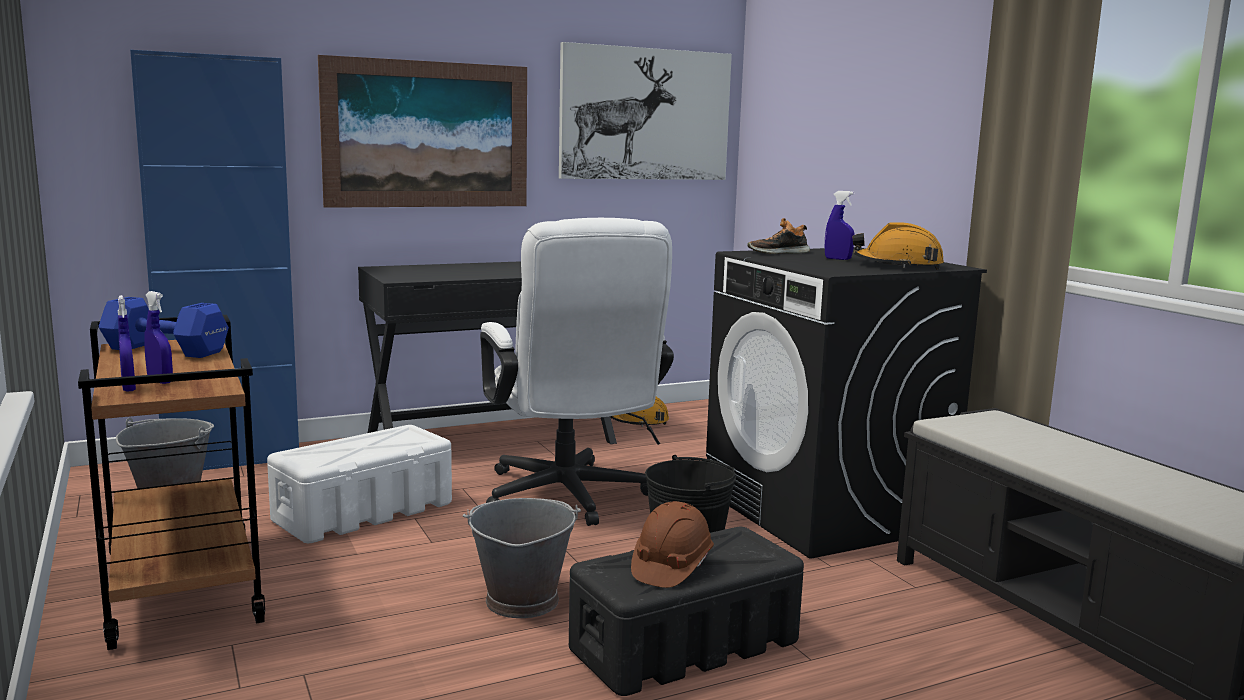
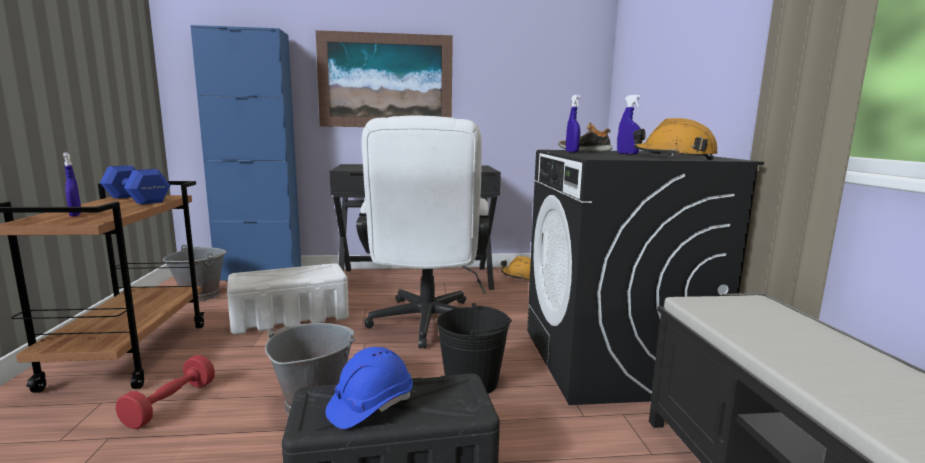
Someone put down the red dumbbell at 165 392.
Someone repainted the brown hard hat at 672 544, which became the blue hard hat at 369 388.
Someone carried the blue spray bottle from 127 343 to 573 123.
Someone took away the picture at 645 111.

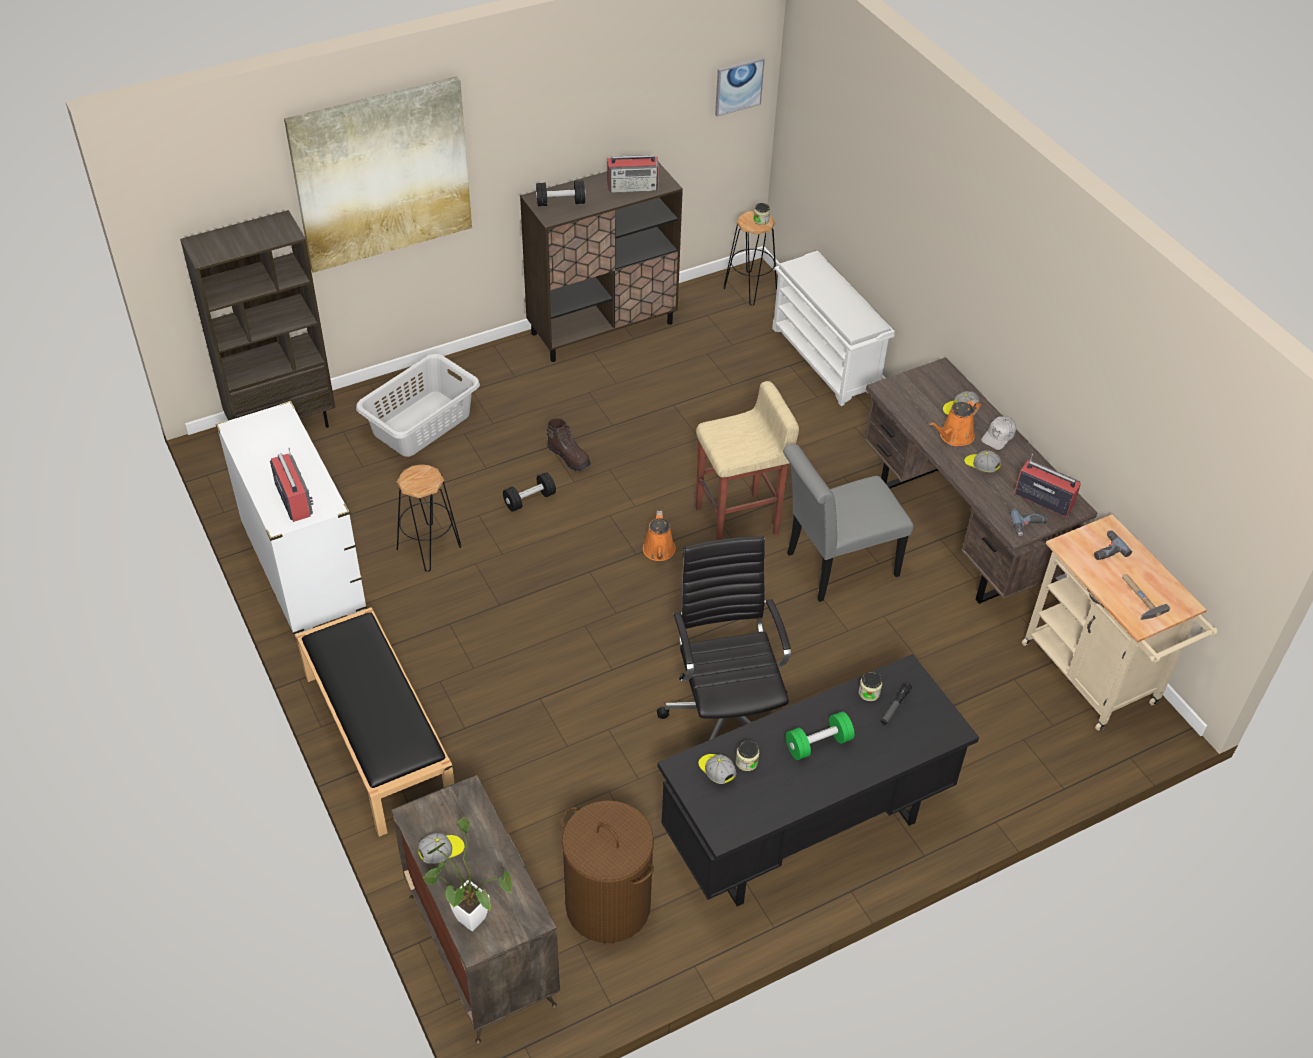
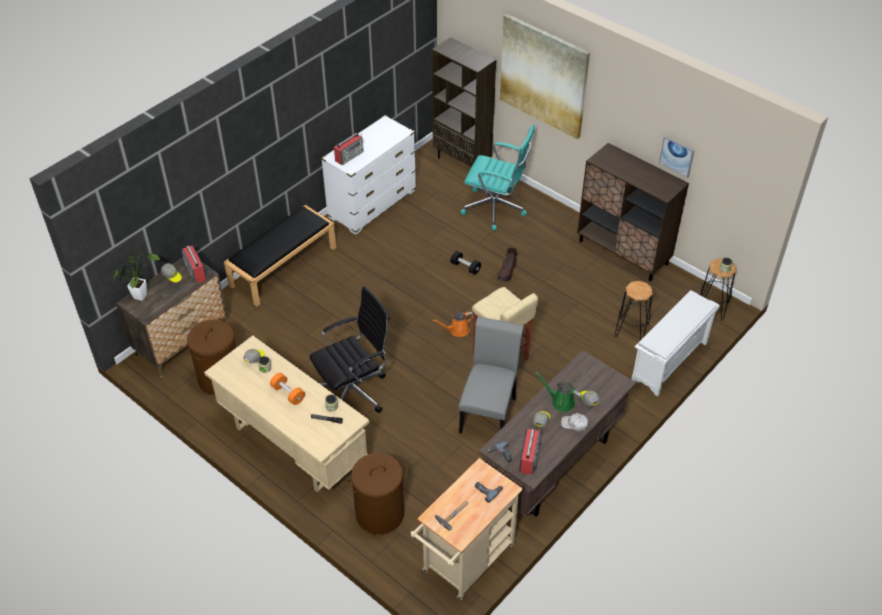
Someone carried the radio from 633 174 to 194 265.
Someone repainted the black desk at 818 780, which became the beige desk at 286 414.
Someone repainted the green dumbbell at 820 735, which became the orange dumbbell at 287 389.
Someone put down the brown laundry basket at 377 493.
Someone rotated the grey chair at 848 523 by 60 degrees clockwise.
Someone swapped the grey laundry basket at 418 405 for the turquoise office chair at 497 177.
Someone repainted the orange watering can at 955 422, which became the green watering can at 559 392.
Someone carried the black stool from 429 518 to 634 310.
Someone carried the picture from 740 86 to 676 157.
Someone took away the black dumbbell at 561 193.

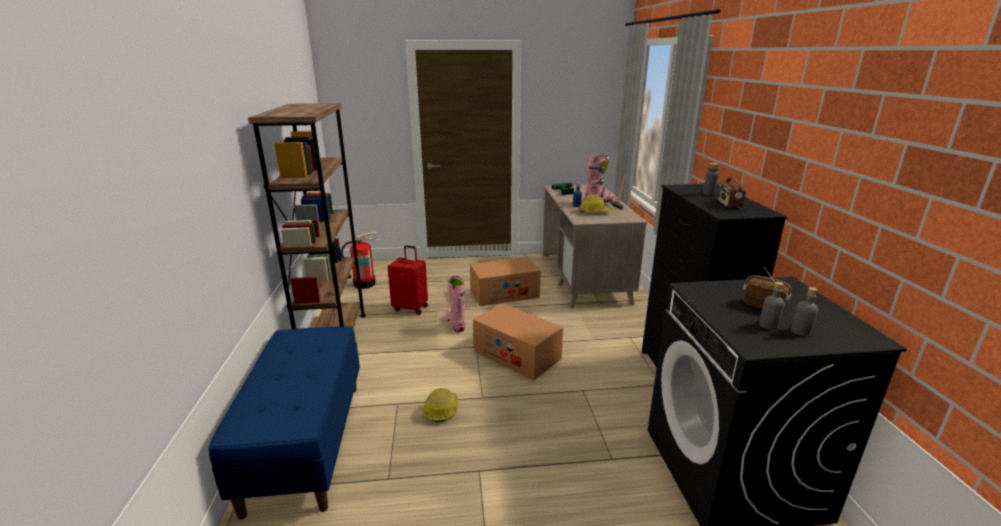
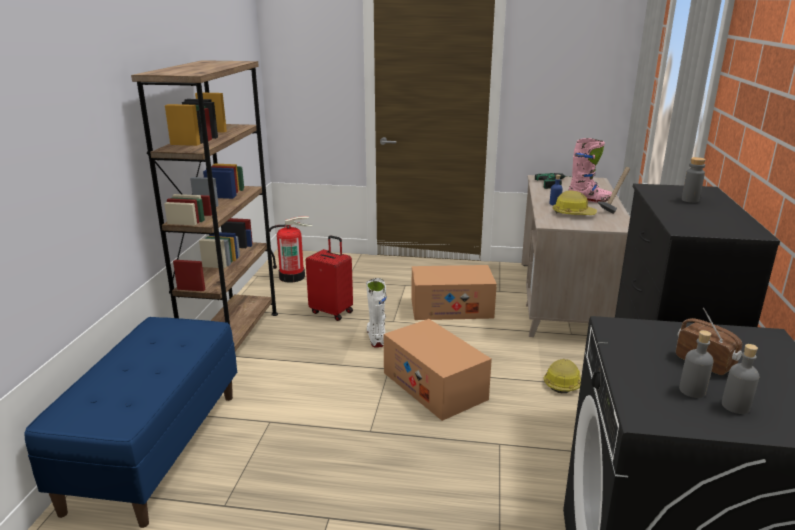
Someone repainted the pink boot at 456 304, which became the white boot at 376 313.
Someone carried the hard hat from 440 405 to 562 376.
Someone took away the radio at 732 189.

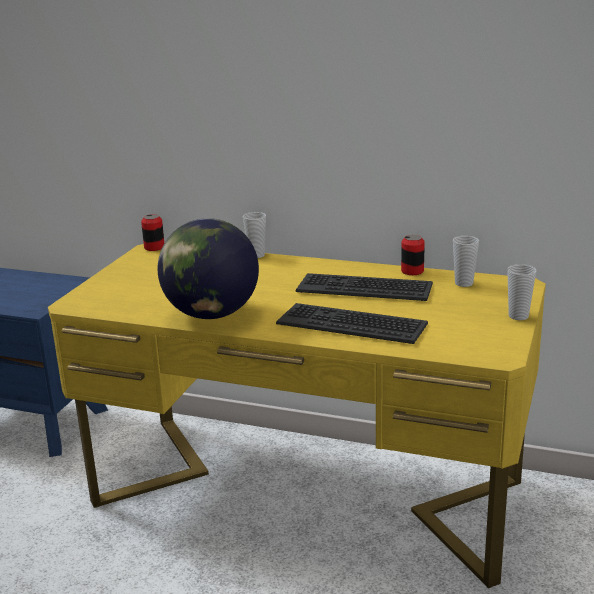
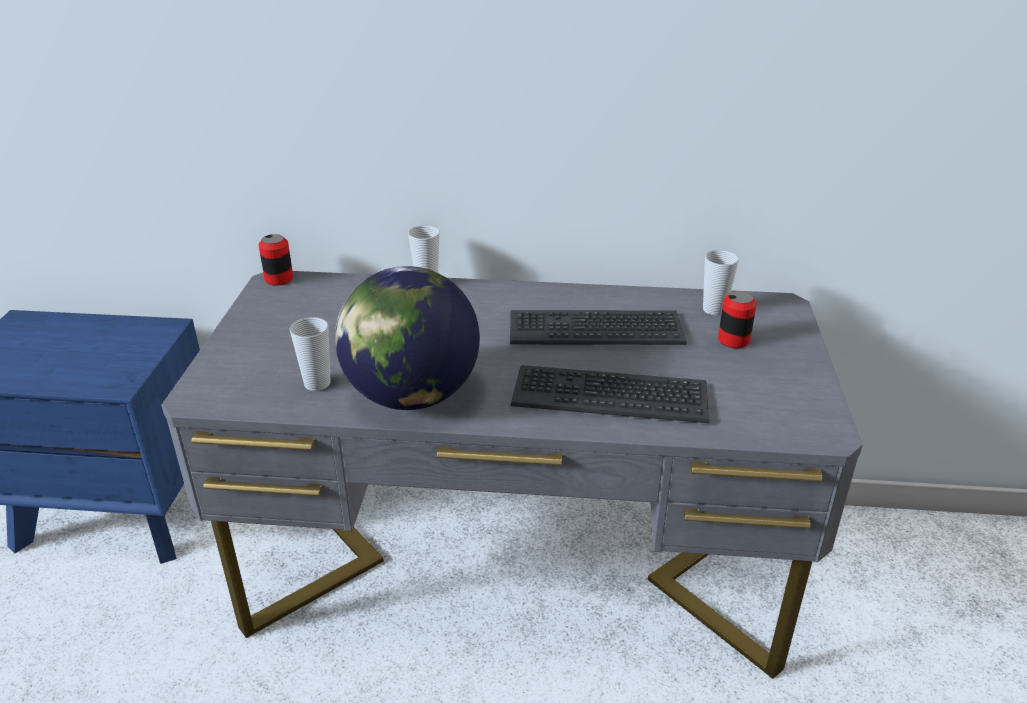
Someone repainted the yellow desk at 297 416, which became the grey desk at 512 475.
Someone carried the cup from 521 292 to 310 354.
Someone carried the can from 413 255 to 737 319.

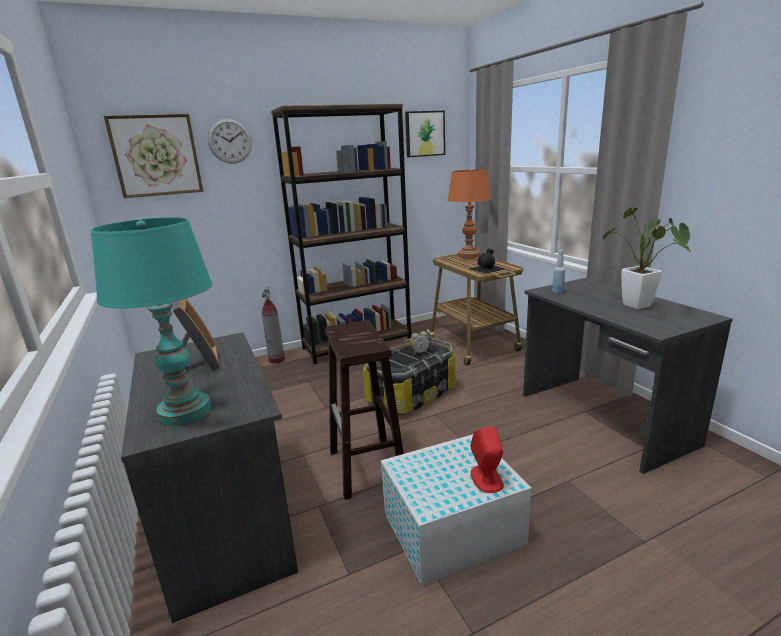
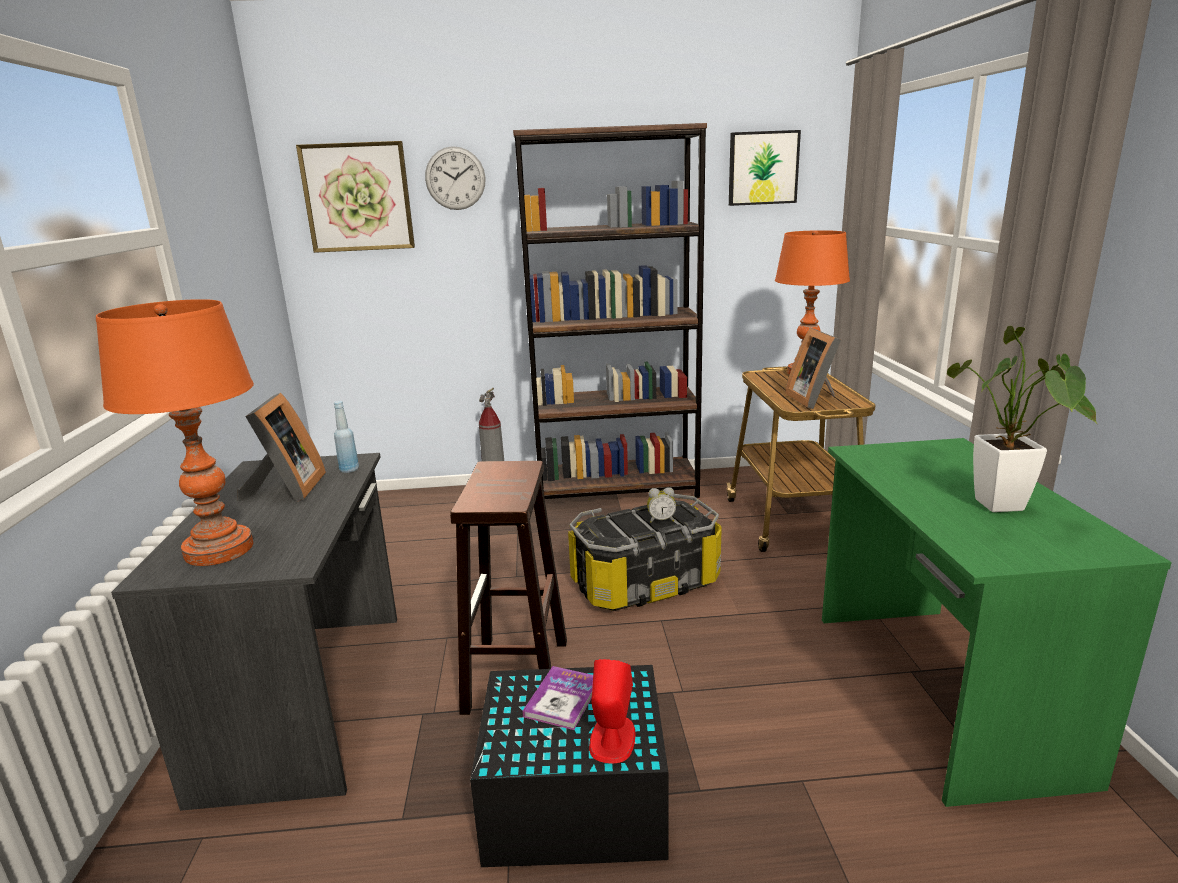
Someone repainted the turquoise table lamp at 151 321, which became the orange table lamp at 175 432.
Someone carried the blue bottle from 558 272 to 346 437.
Someone repainted the white storage box at 456 509, which became the black storage box at 569 766.
Someone put down the book at 557 698.
Someone swapped the black bottle at 487 261 for the picture frame at 813 368.
Someone repainted the grey desk at 628 376, which became the green desk at 997 622.

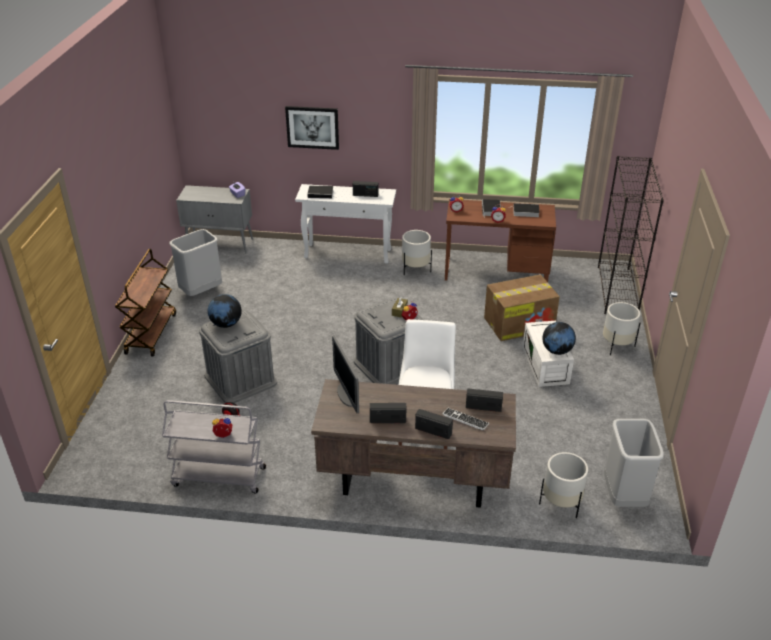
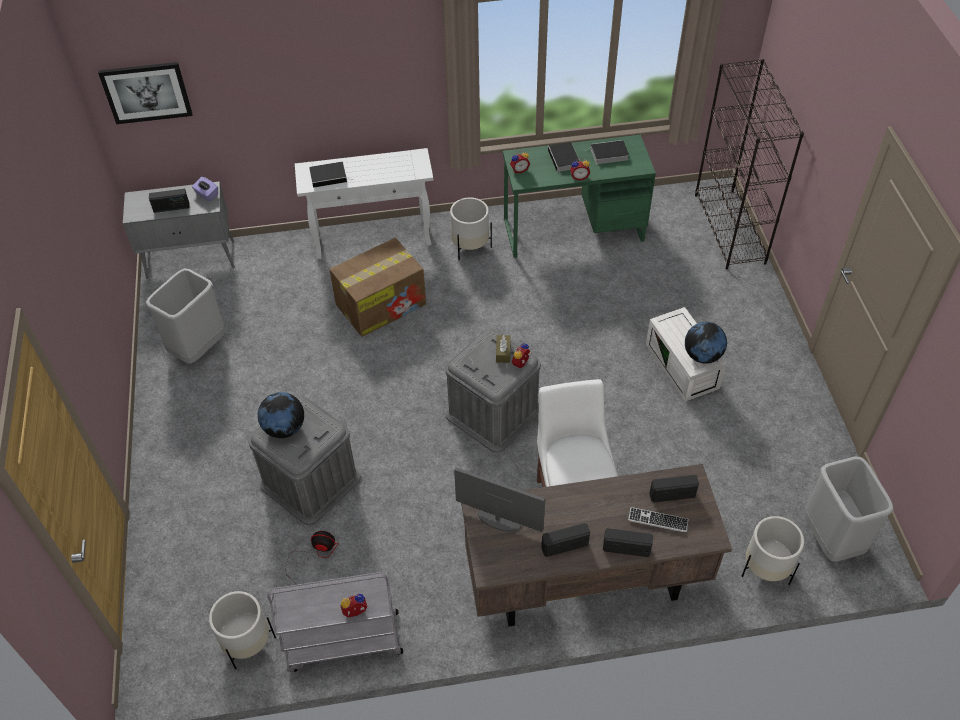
Someone carried the picture from 312 128 to 145 93.
Someone carried the radio from 365 189 to 169 201.
Someone carried the white planter from 621 328 to 242 630.
Someone carried the cardboard box from 522 307 to 377 287.
Someone rotated the monitor at 345 374 by 150 degrees clockwise.
Someone repainted the brown desk at 500 240, which became the green desk at 579 196.
Someone took away the brown cart at 145 303.

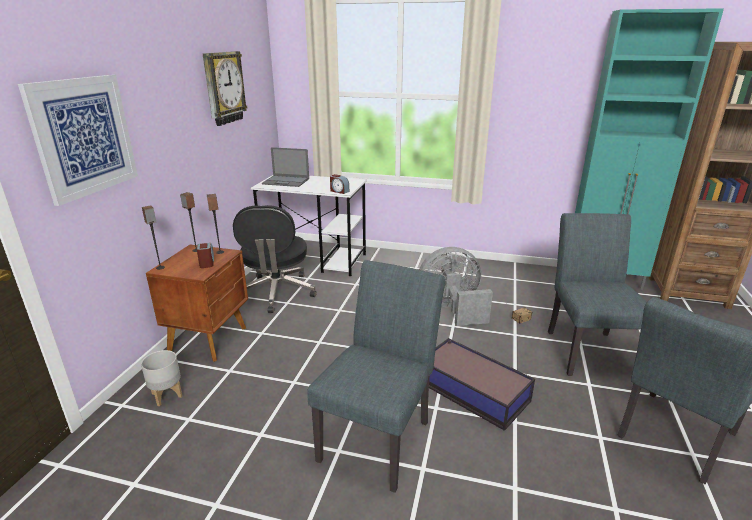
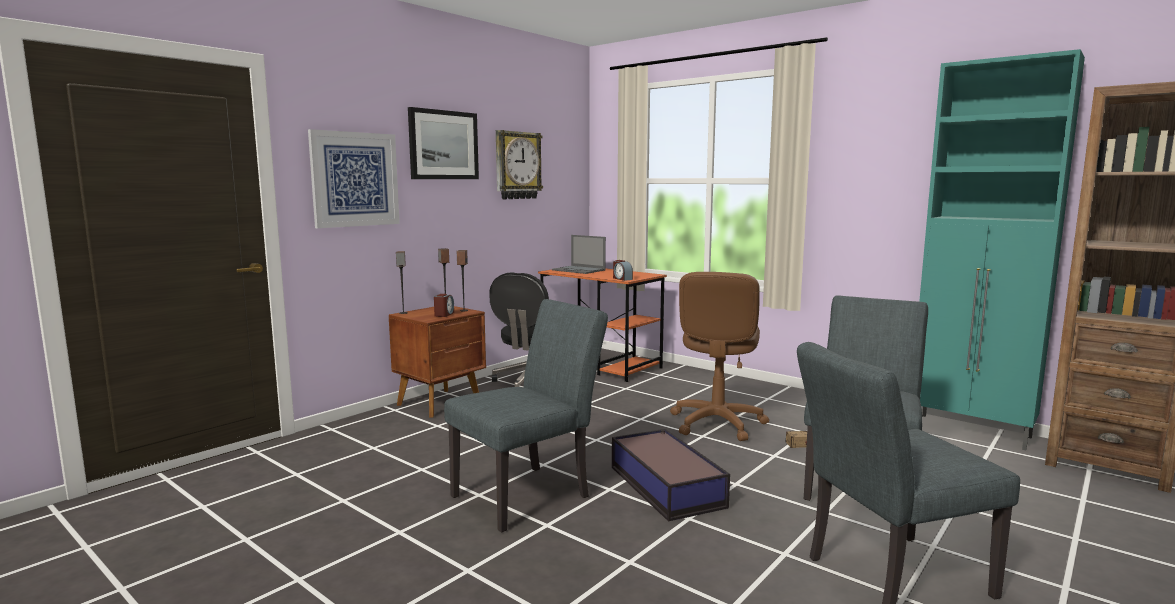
Someone put up the picture at 443 143.
Someone repainted the white desk at 309 225, which became the orange desk at 602 325.
Someone swapped the grey fan at 456 286 for the brown office chair at 719 356.
Someone took away the grey planter at 162 378.

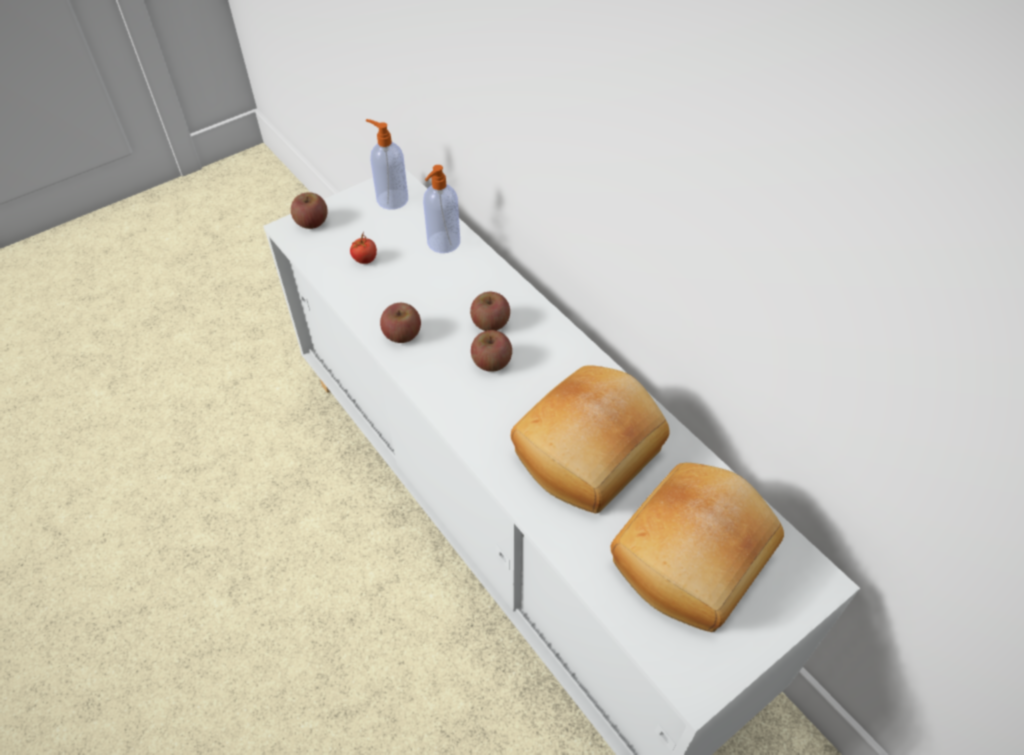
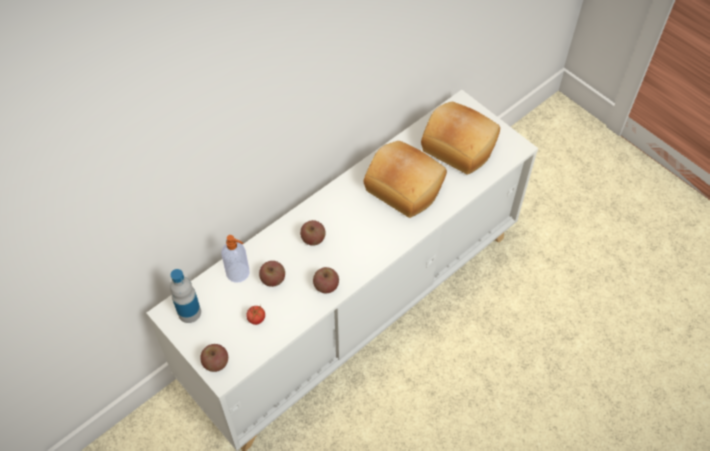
Someone swapped the soap dispenser at 387 164 for the bottle at 185 296.
Someone carried the apple from 491 351 to 272 274.

